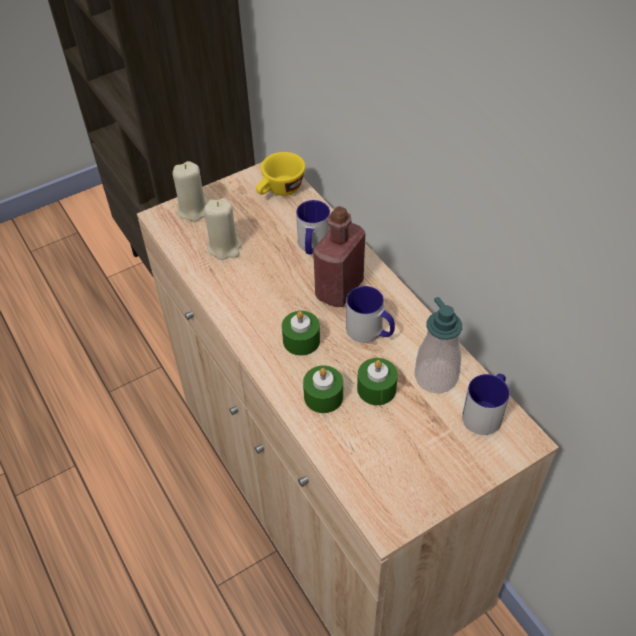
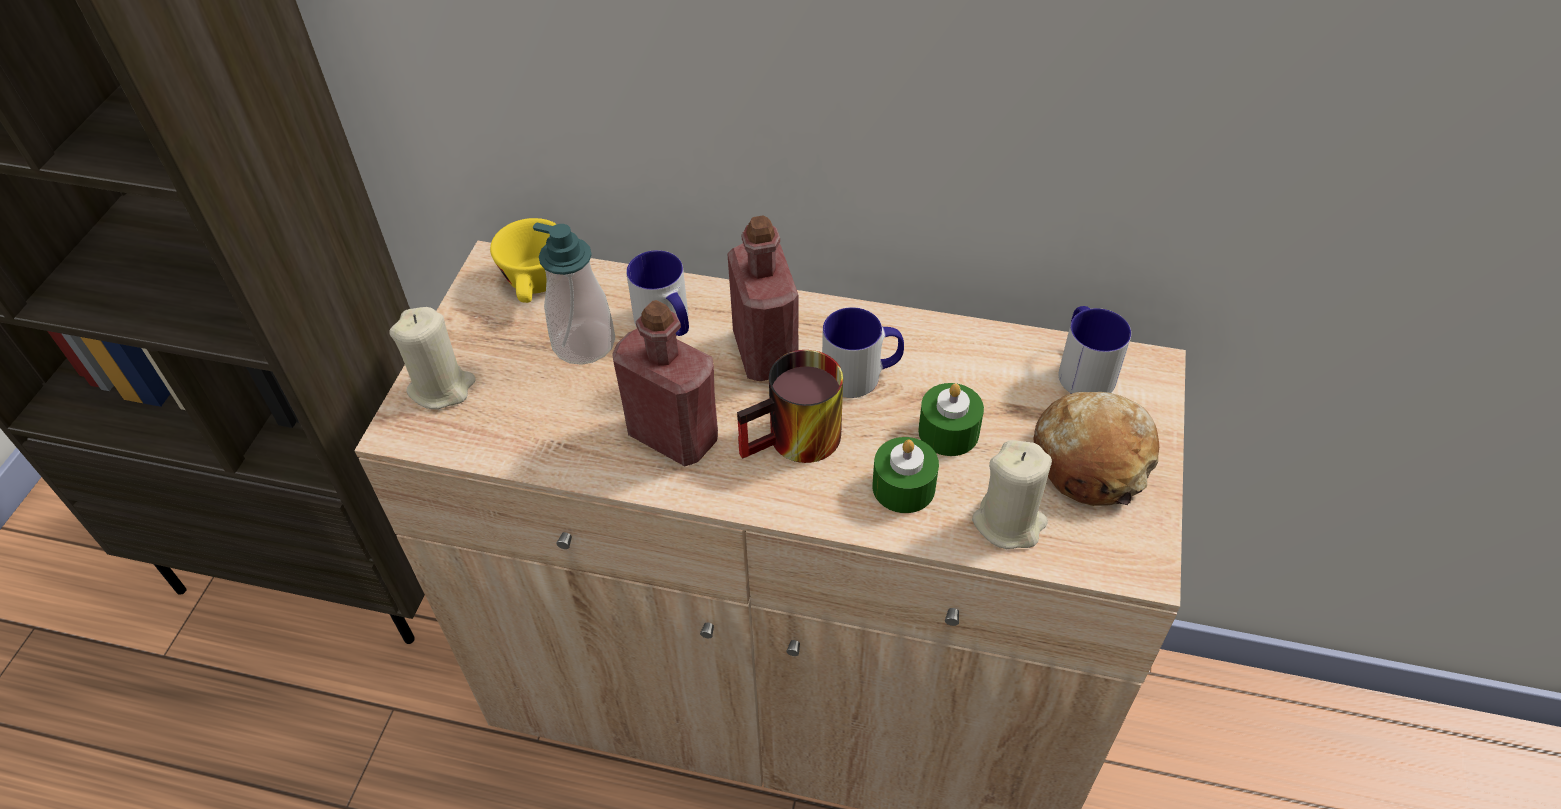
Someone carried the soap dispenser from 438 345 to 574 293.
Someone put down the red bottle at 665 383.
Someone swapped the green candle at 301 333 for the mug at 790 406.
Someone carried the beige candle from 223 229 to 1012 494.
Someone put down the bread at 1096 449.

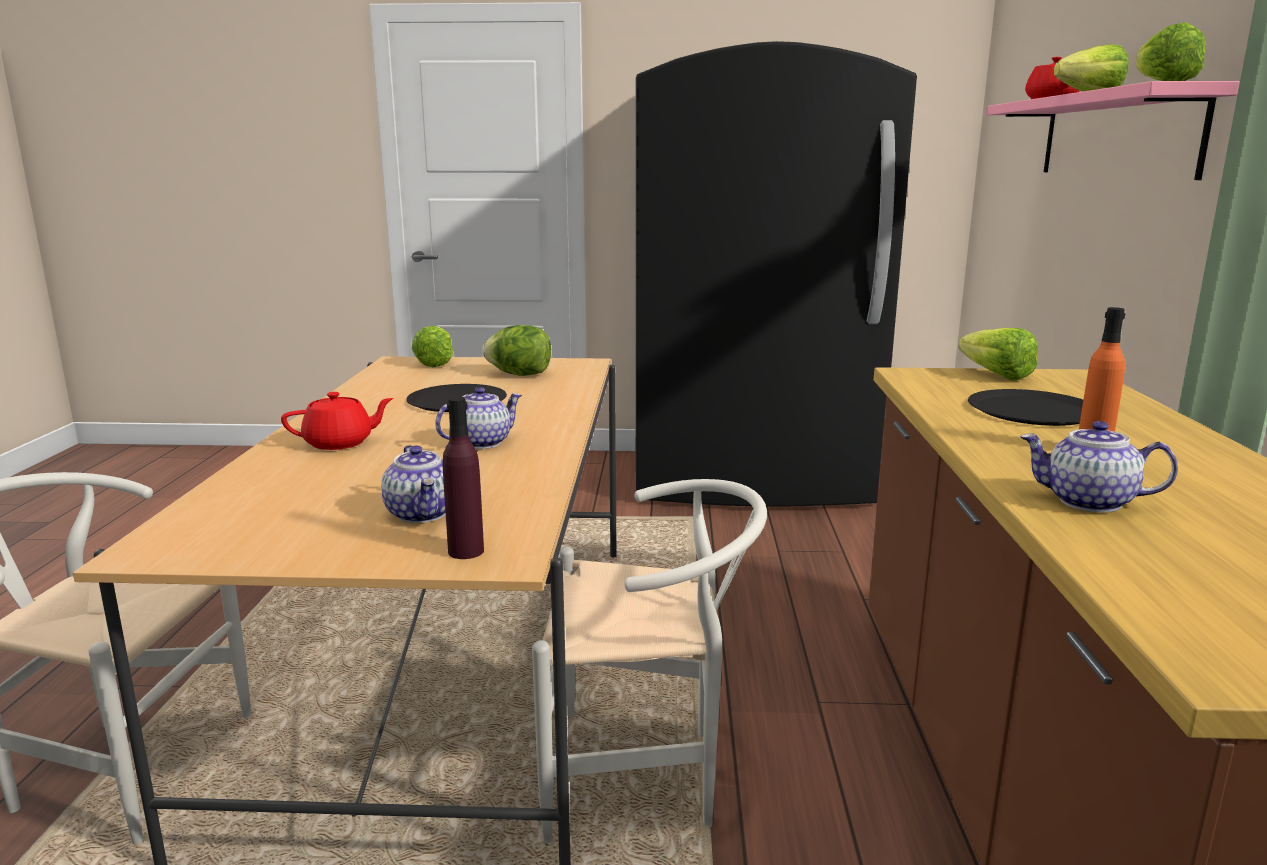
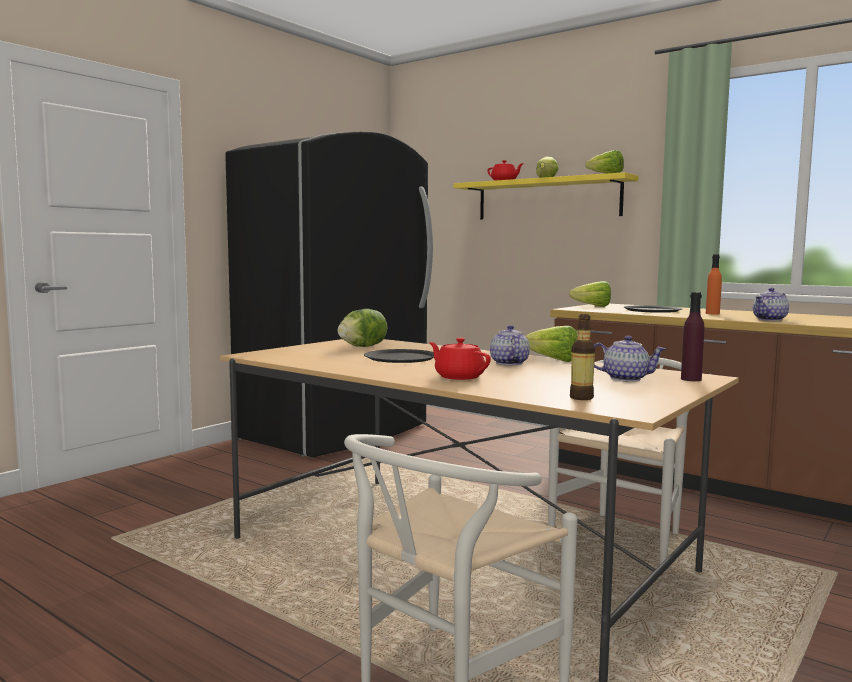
Someone rotated the red teapot at 337 421 by 60 degrees counterclockwise.
Someone repainted the pink shelf at 1112 130, which became the yellow shelf at 546 196.
Someone carried the lettuce from 432 346 to 551 344.
Someone put down the bottle at 582 357.

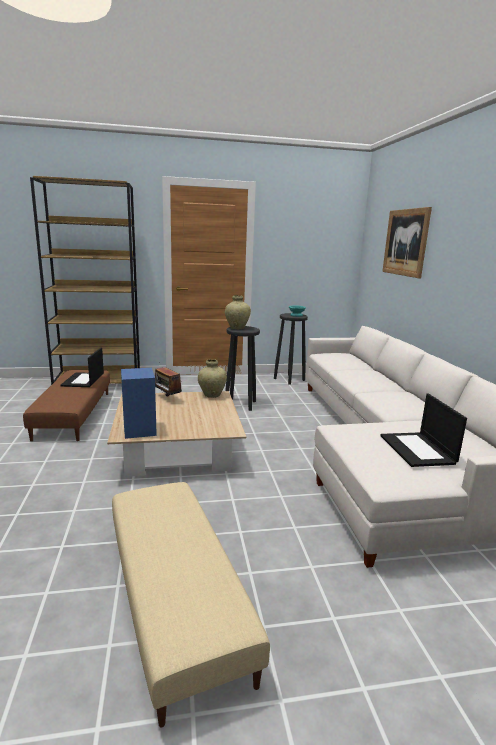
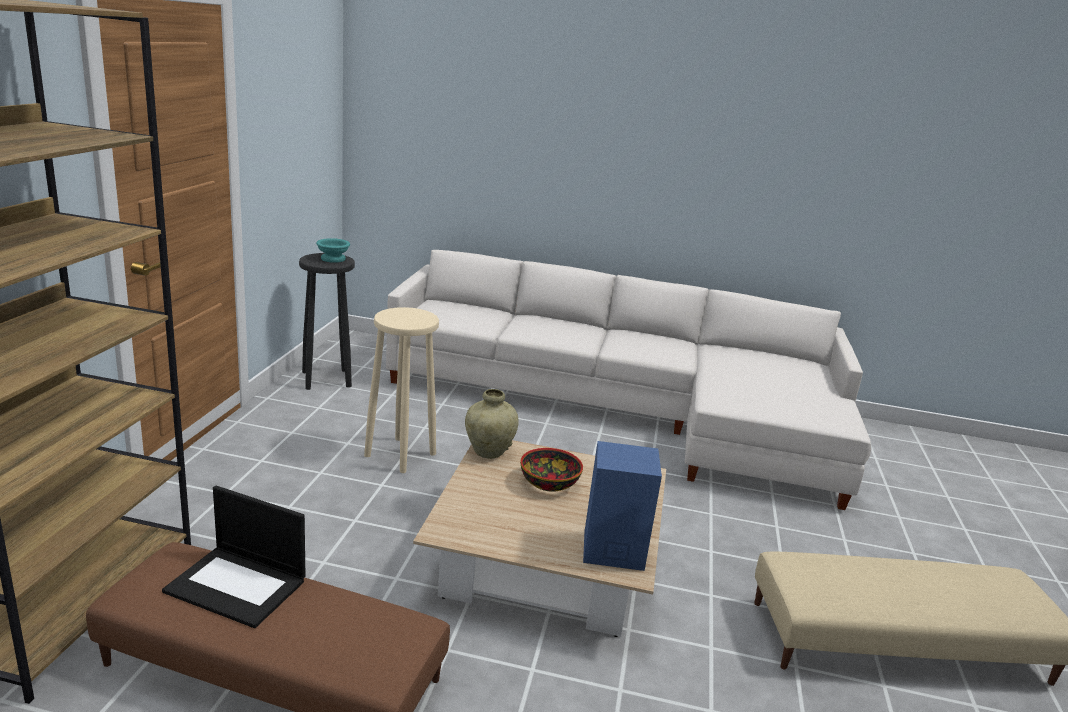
Someone repainted the black stool at 242 368, which became the beige stool at 401 390.
Someone put down the bowl at 551 470.
Someone took away the radio at 168 381.
Someone took away the beige vase at 238 312.
Someone took away the laptop at 423 430.
Someone took away the picture at 407 242.

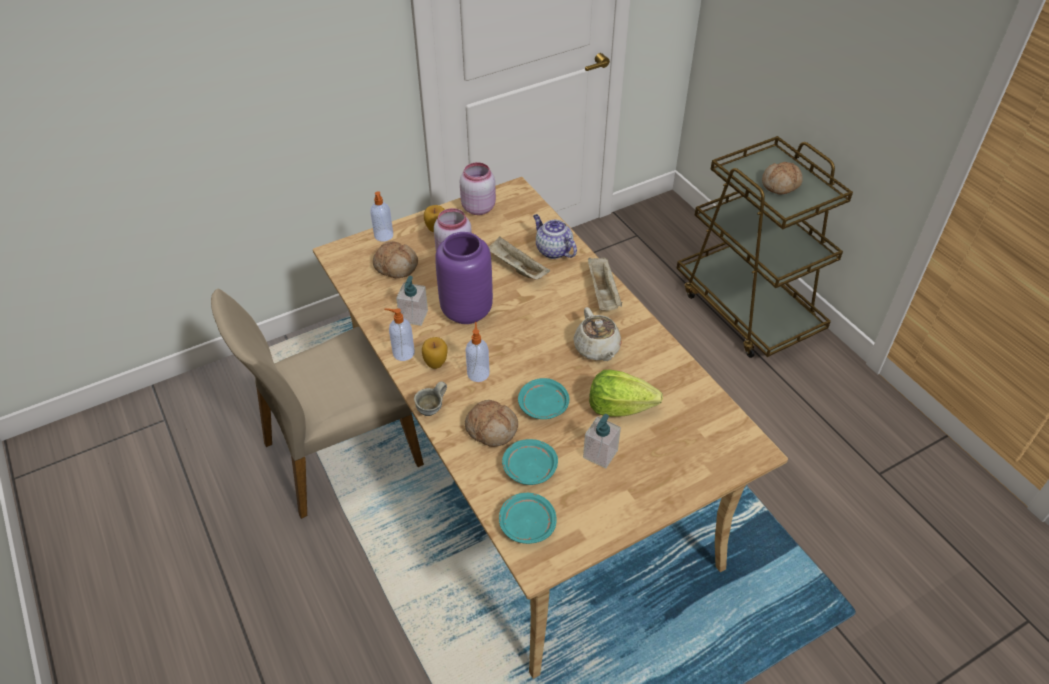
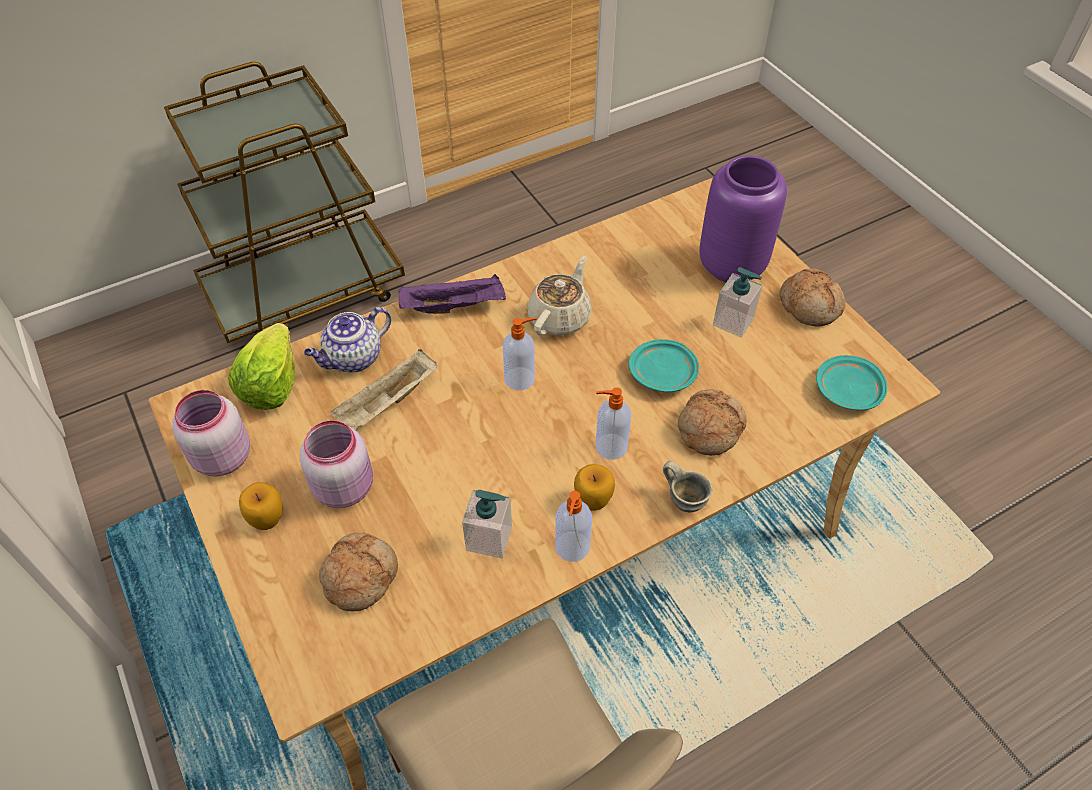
Someone carried the lettuce from 626 393 to 261 366.
Someone repainted the beige tray at 605 284, which became the purple tray at 452 294.
Someone carried the soap dispenser from 381 216 to 520 353.
Someone rotated the beige teapot at 597 334 by 45 degrees counterclockwise.
Someone carried the purple vase from 464 278 to 743 219.
Someone carried the bread from 782 178 to 812 297.
Someone took away the turquoise plate at 530 462.

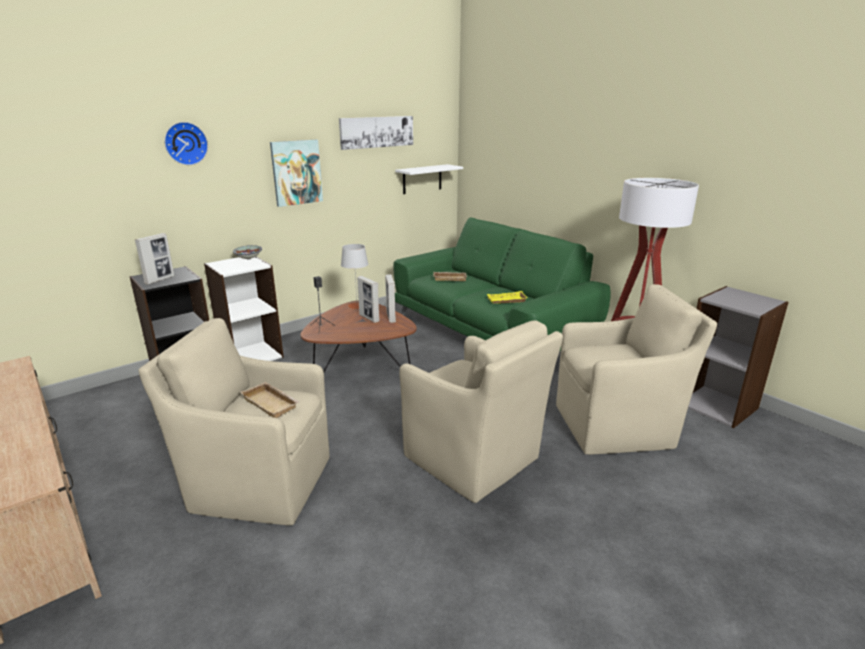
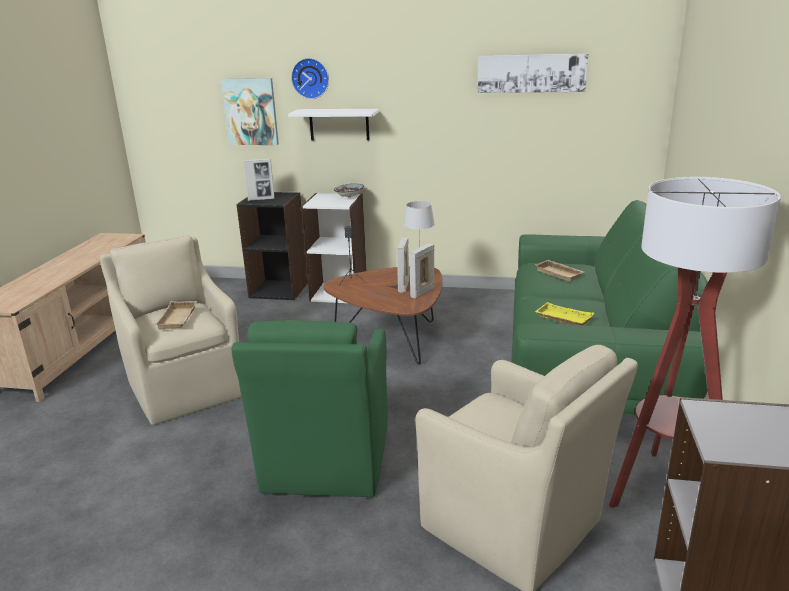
Someone carried the picture from 296 173 to 250 111.
Someone repainted the beige armchair at 481 412, which became the green armchair at 309 408.
Someone carried the white shelf from 429 179 to 334 124.

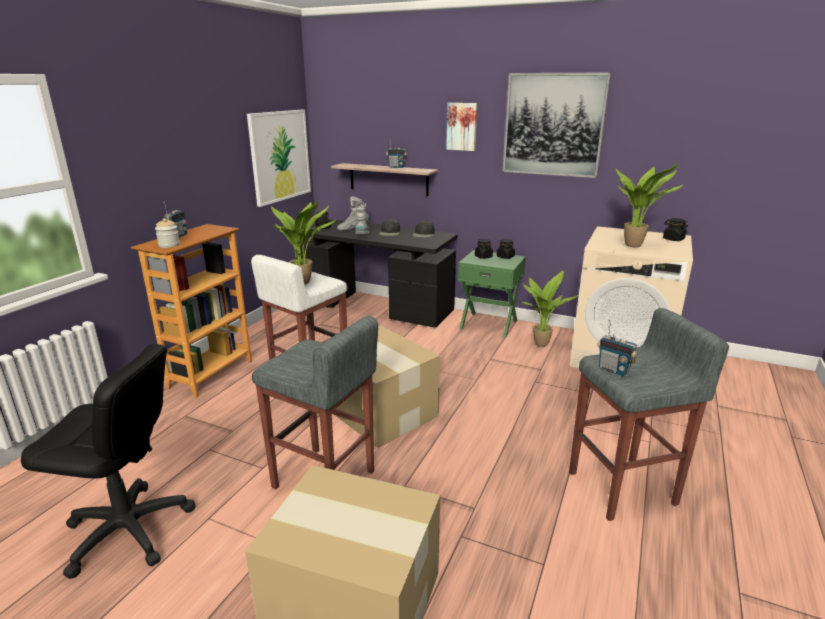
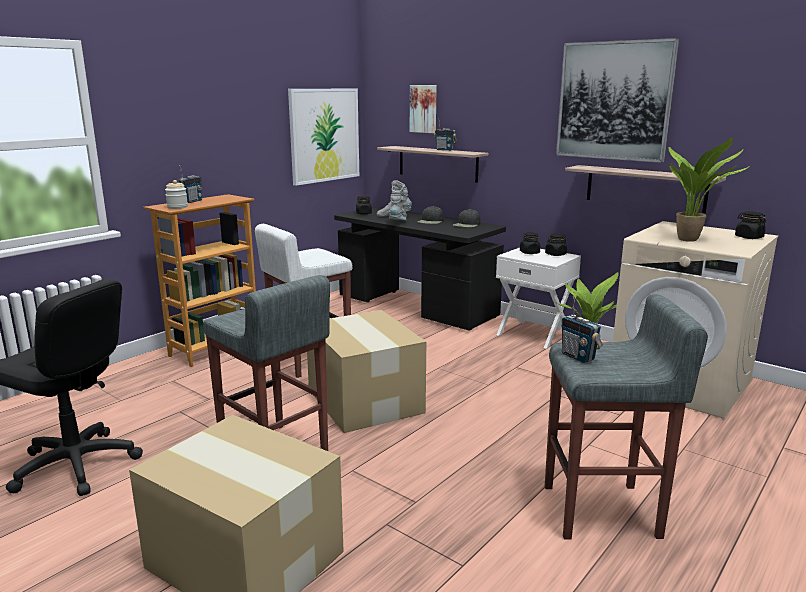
Someone carried the picture from 461 127 to 423 109.
Someone repainted the green nightstand at 492 294, which became the white nightstand at 538 298.
Someone put up the shelf at 645 189.
Someone took away the potted plant at 303 243.

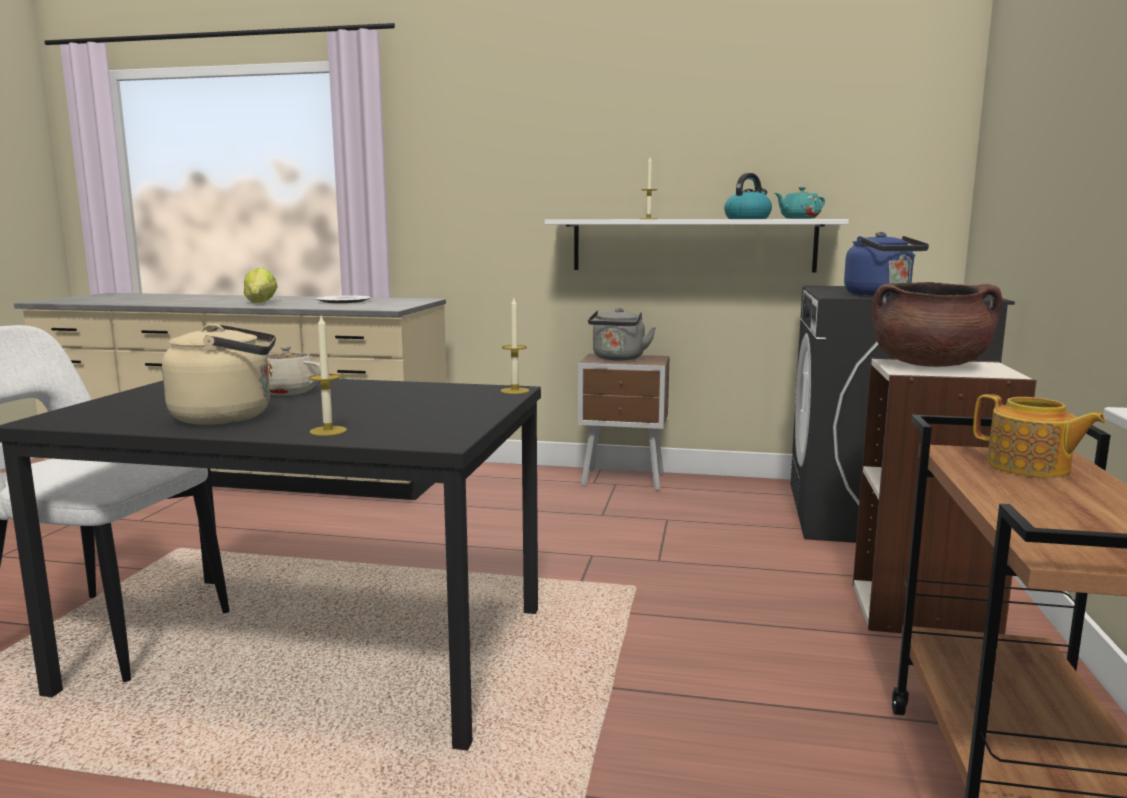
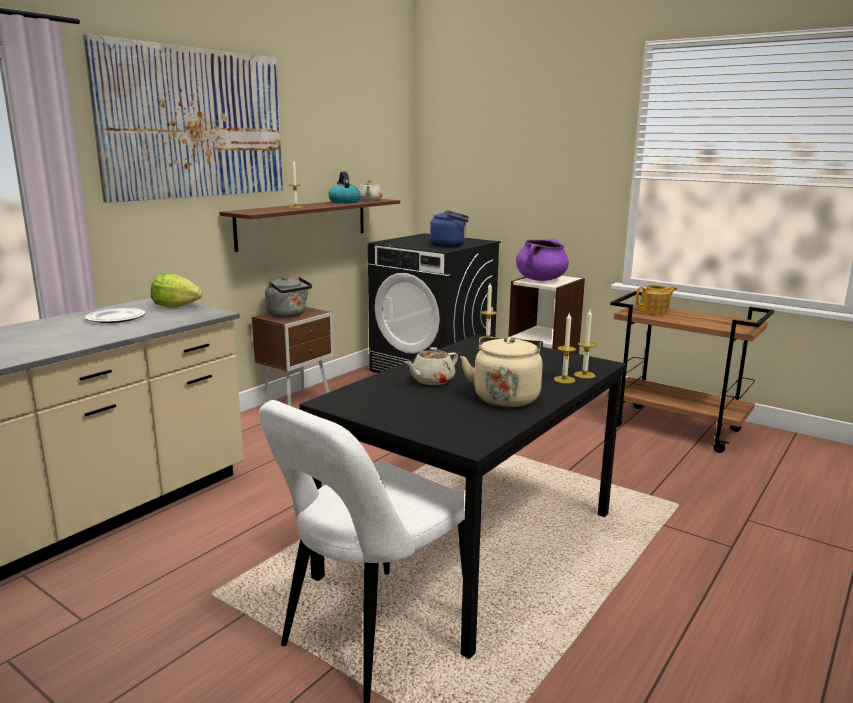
Someone put up the picture at 183 118.
Someone carried the lettuce from 261 285 to 177 291.
Someone repainted the white shelf at 697 245, which became the brown shelf at 309 225.
Someone repainted the turquoise teapot at 800 203, which became the beige teapot at 370 190.
Someone repainted the brown cooking pot at 937 324, which became the purple cooking pot at 542 259.
Someone put down the candle at 585 344.

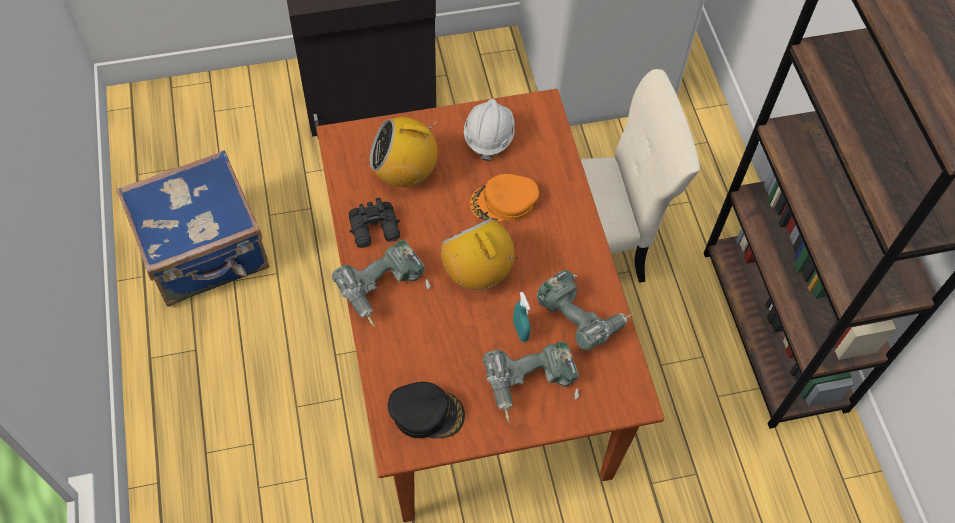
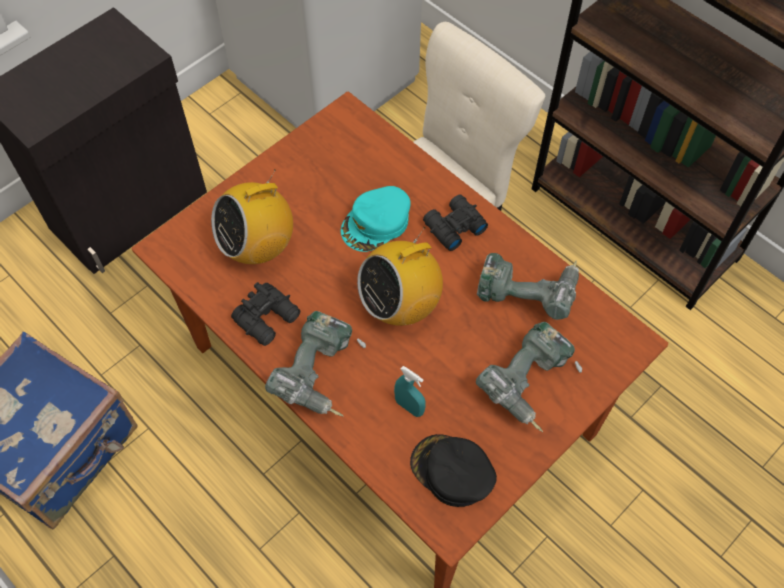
Someone repainted the orange cap at 504 197, which became the turquoise cap at 376 219.
Someone rotated the radio at 479 254 by 60 degrees counterclockwise.
Someone carried the turquoise spray bottle from 522 317 to 410 391.
Someone rotated the black cap at 426 410 by 120 degrees counterclockwise.
Someone put down the black binoculars at 455 223.
Someone took away the white hard hat at 489 130.

